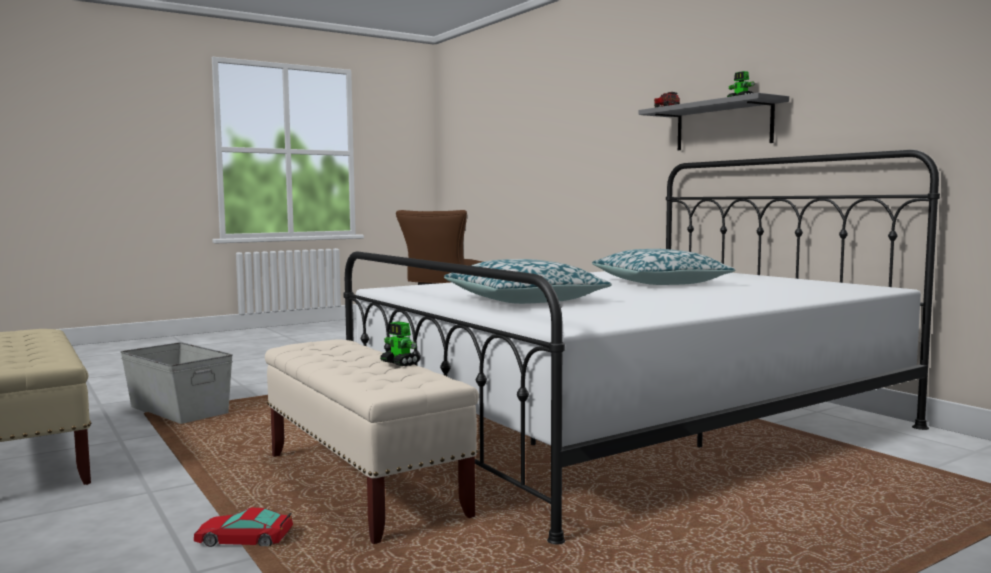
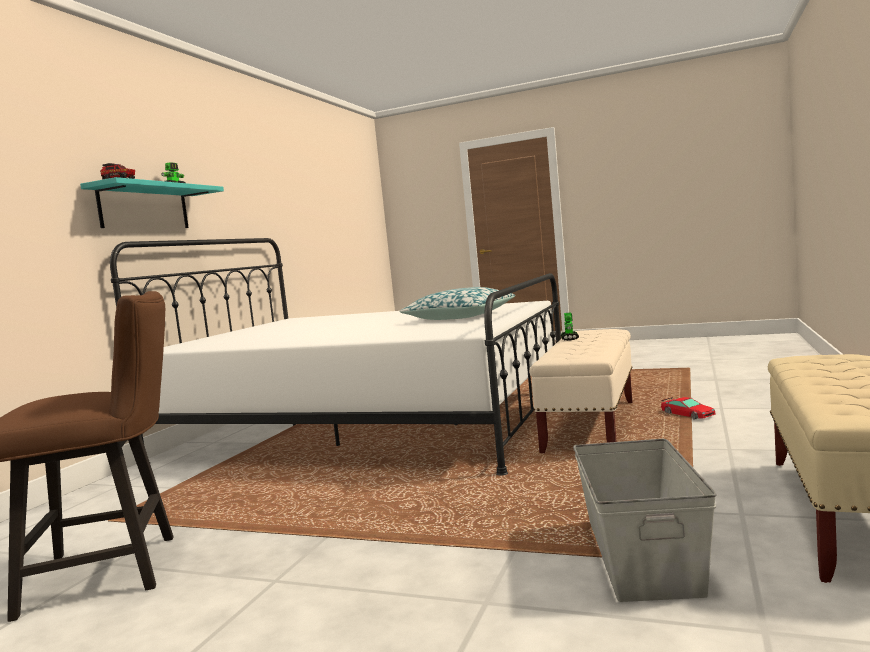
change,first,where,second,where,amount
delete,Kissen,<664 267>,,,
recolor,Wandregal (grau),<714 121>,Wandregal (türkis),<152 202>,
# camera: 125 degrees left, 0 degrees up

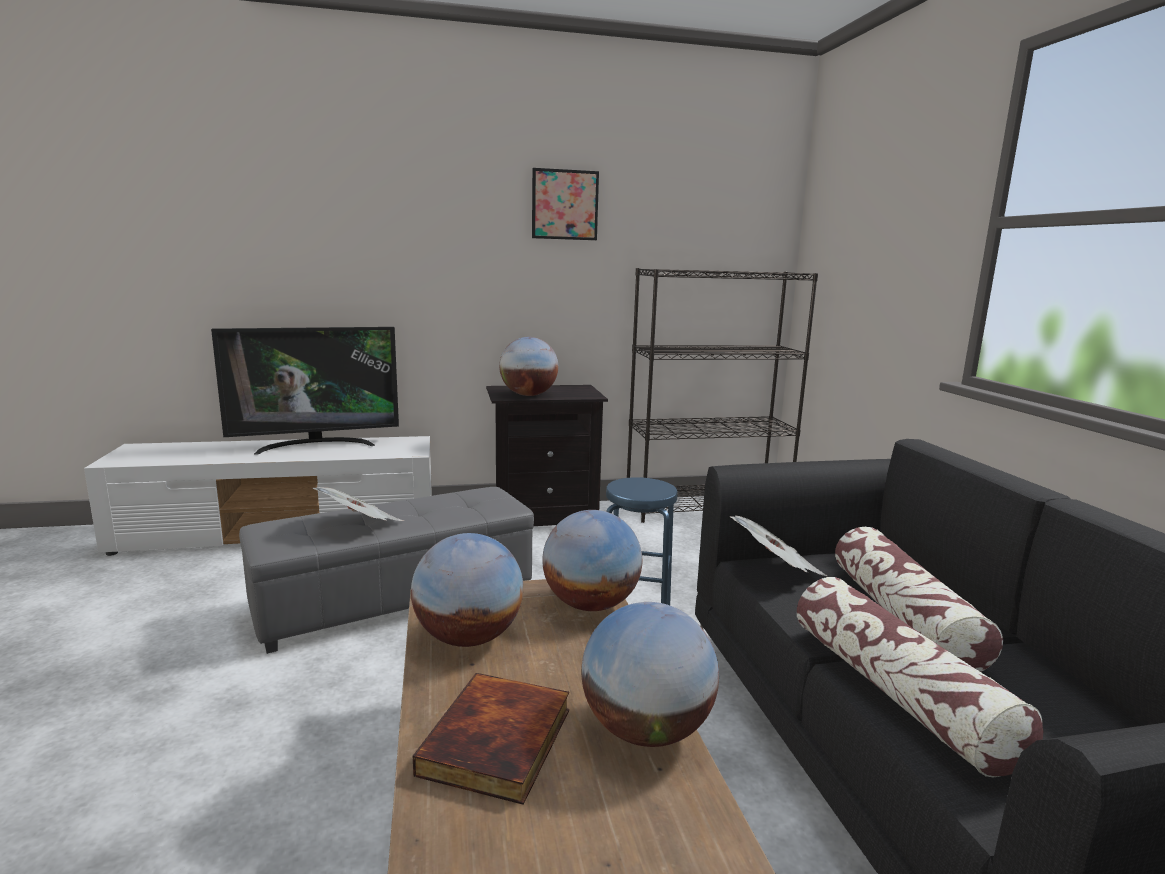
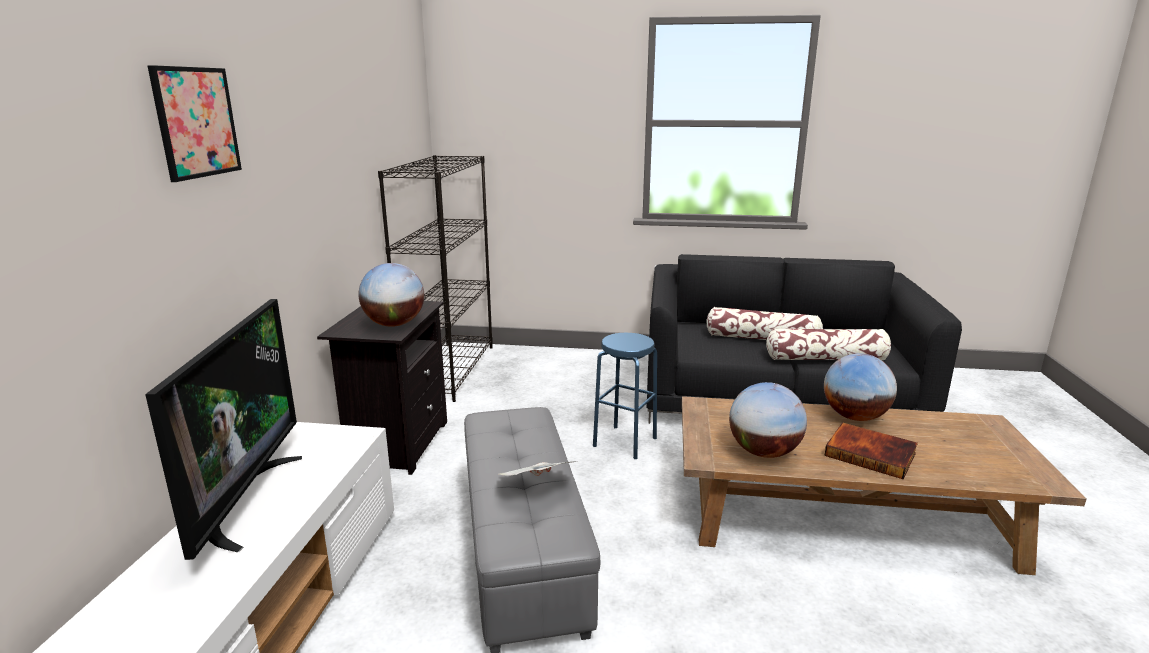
change,first,where,second,where,amount
move,Bild,<565 204>,,<194 123>,
delete,Globus,<592 560>,,,
delete,Zeitung,<779 545>,,,
# camera: 70 degrees left, 5 degrees up

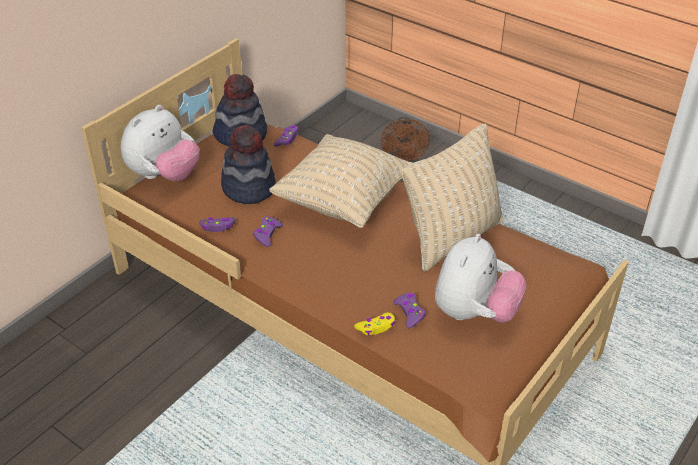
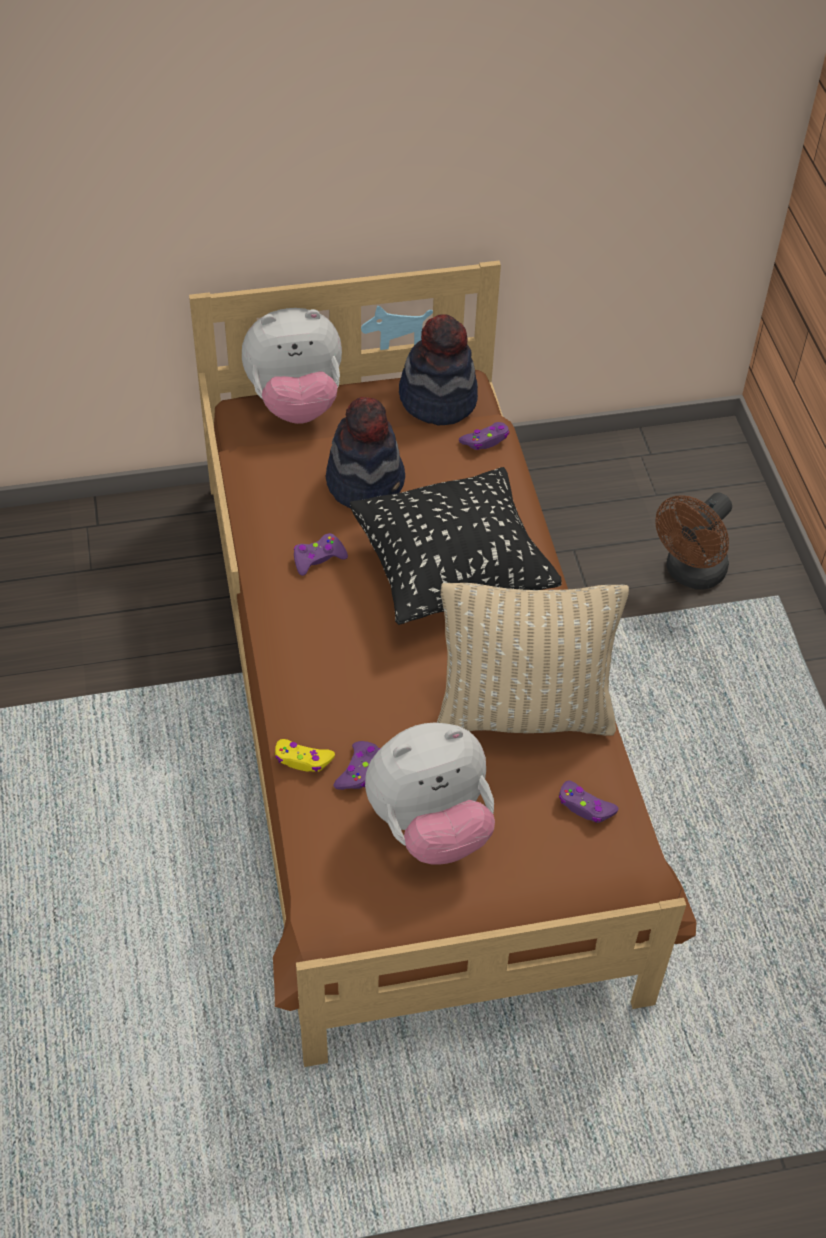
change,first,where,second,where,amount
move,Gamepad (lila),<217 224>,,<589 802>,
recolor,Kissen (beige),<341 181>,Kissen (schwarz),<456 546>,
# camera: 40 degrees right, 10 degrees up

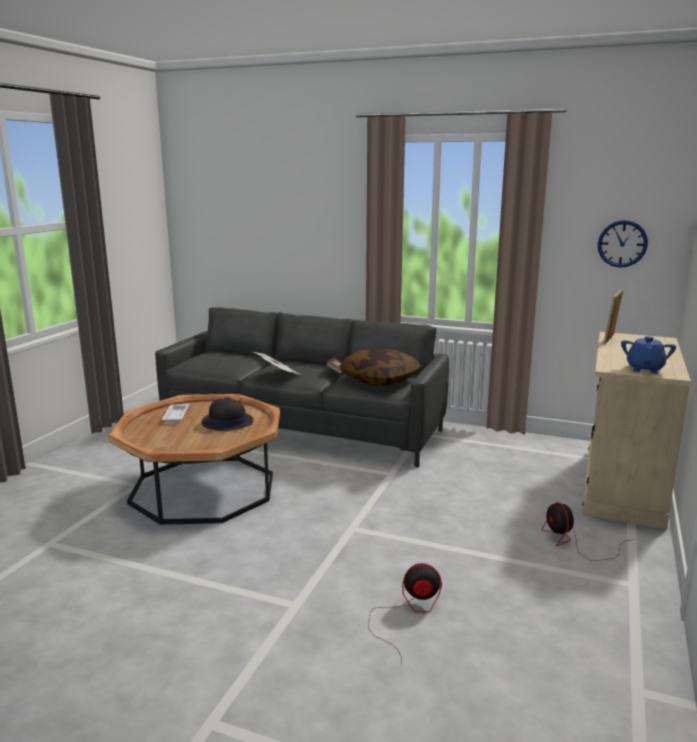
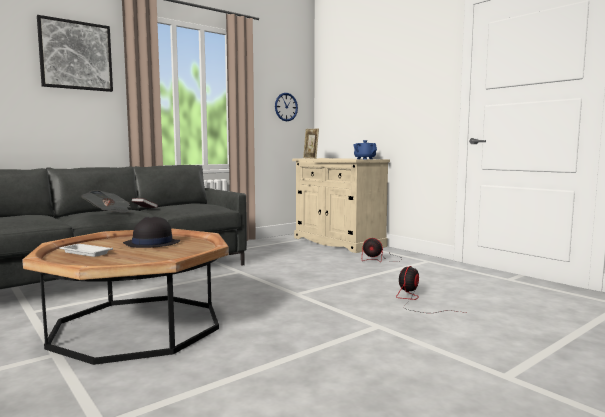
change,first,where,second,where,amount
delete,Kissen,<380 366>,,,
insert,,,Bild,<75 53>,
# camera: 60 degrees left, 10 degrees down

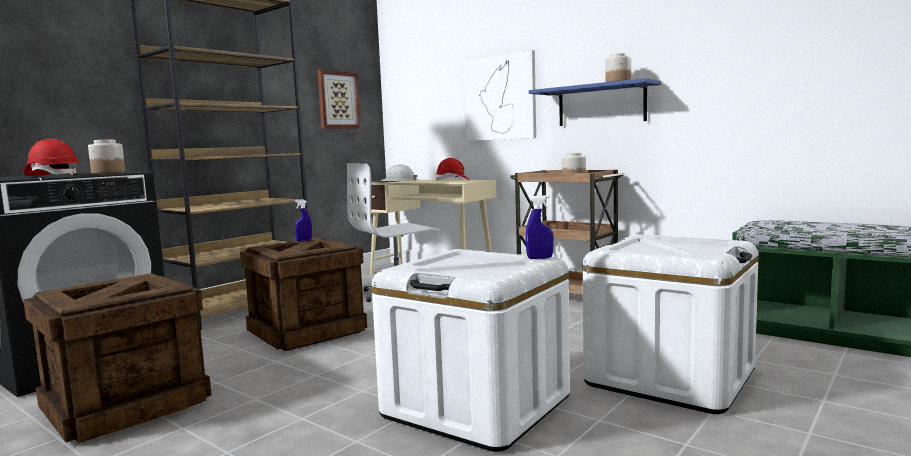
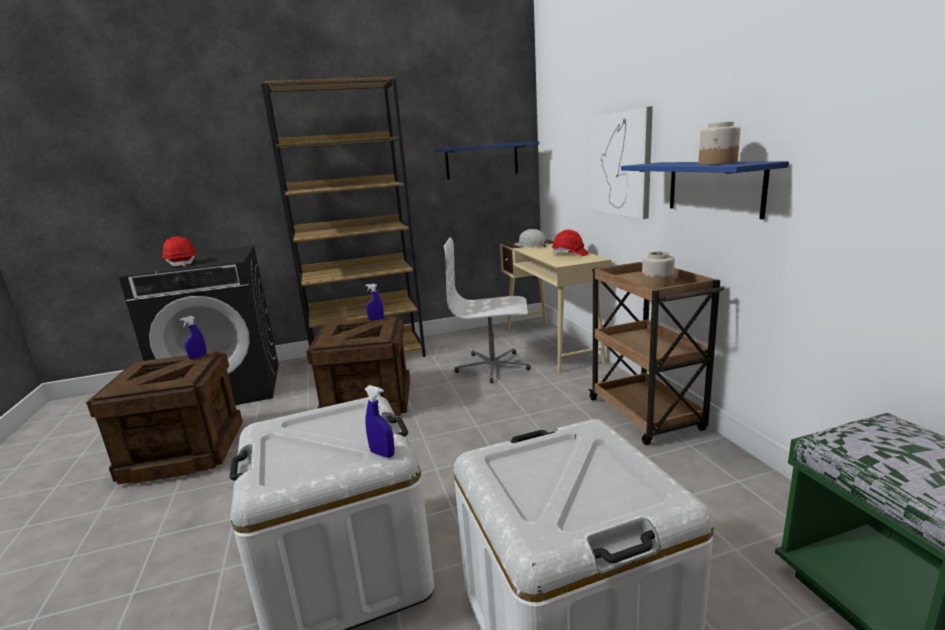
change,first,where,second,where,amount
delete,Vorratsglas,<106 156>,,,
replace,Bild,<338 99>,Wandregal (blau),<486 160>,
insert,,,Sprühflasche (blau),<193 337>,
# camera: 35 degrees right, 10 degrees up

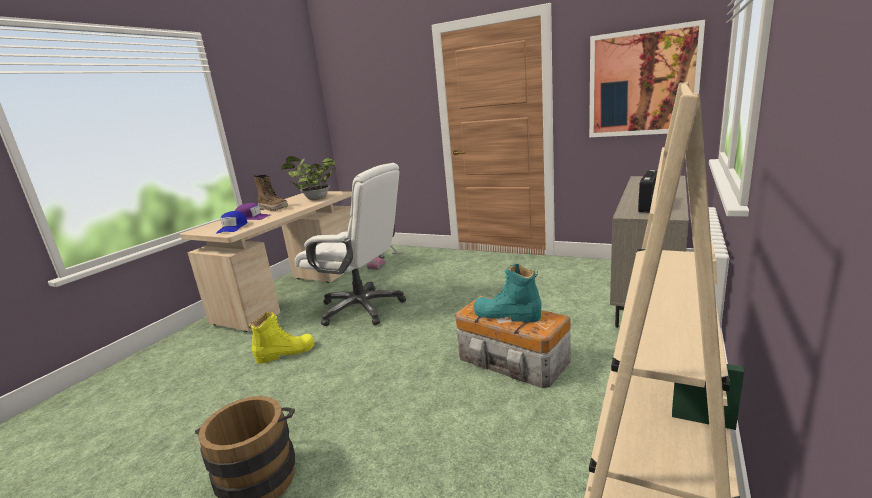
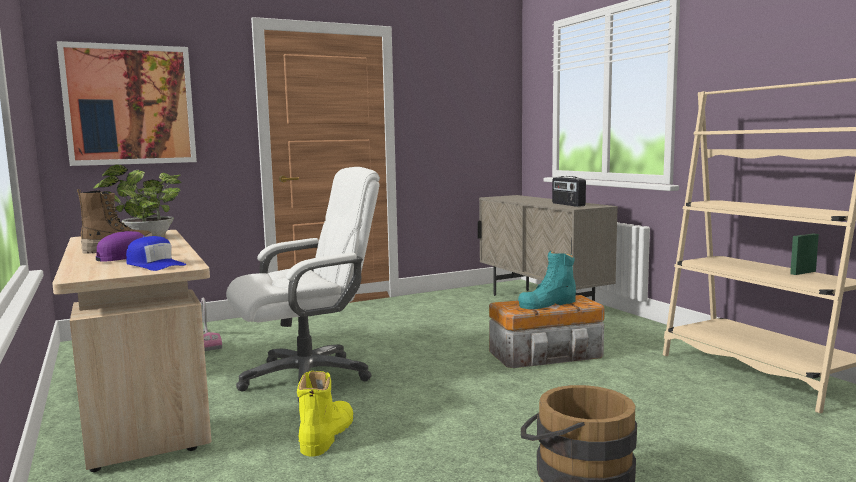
change,first,where,second,where,amount
move,Bild,<647 78>,,<127 103>,
# camera: 55 degrees left, 10 degrees down

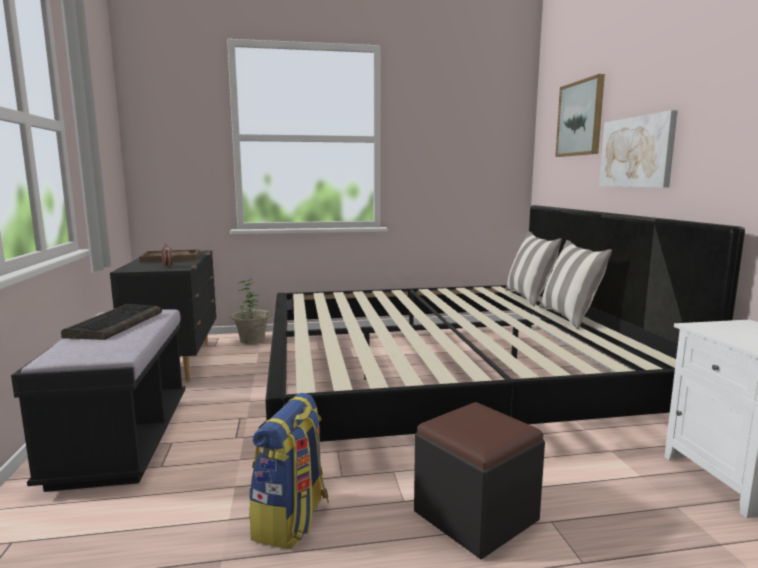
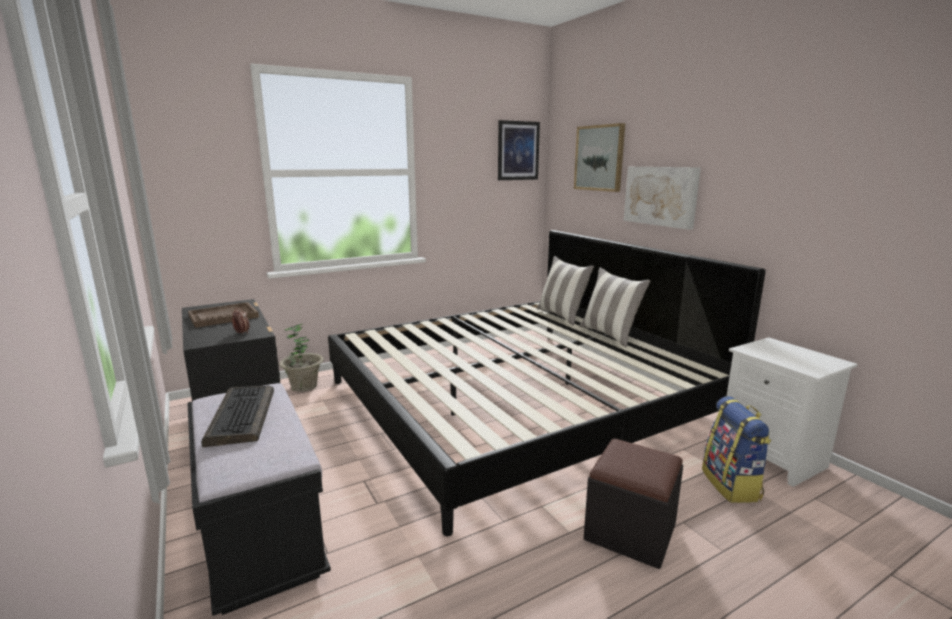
change,first,where,second,where,amount
move,Rucksack,<289 471>,,<736 449>,
insert,,,Bild,<519 150>,
# camera: 20 degrees left, 5 degrees up

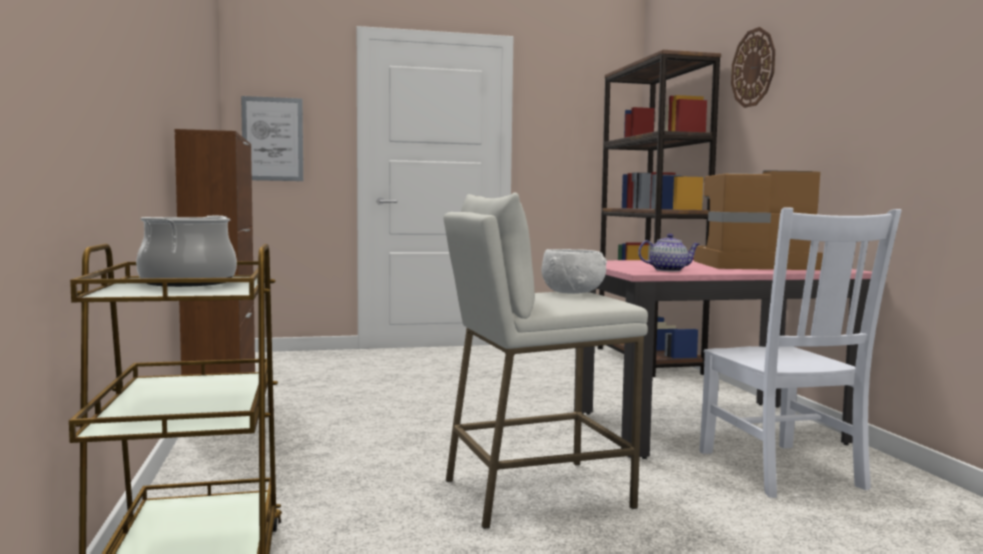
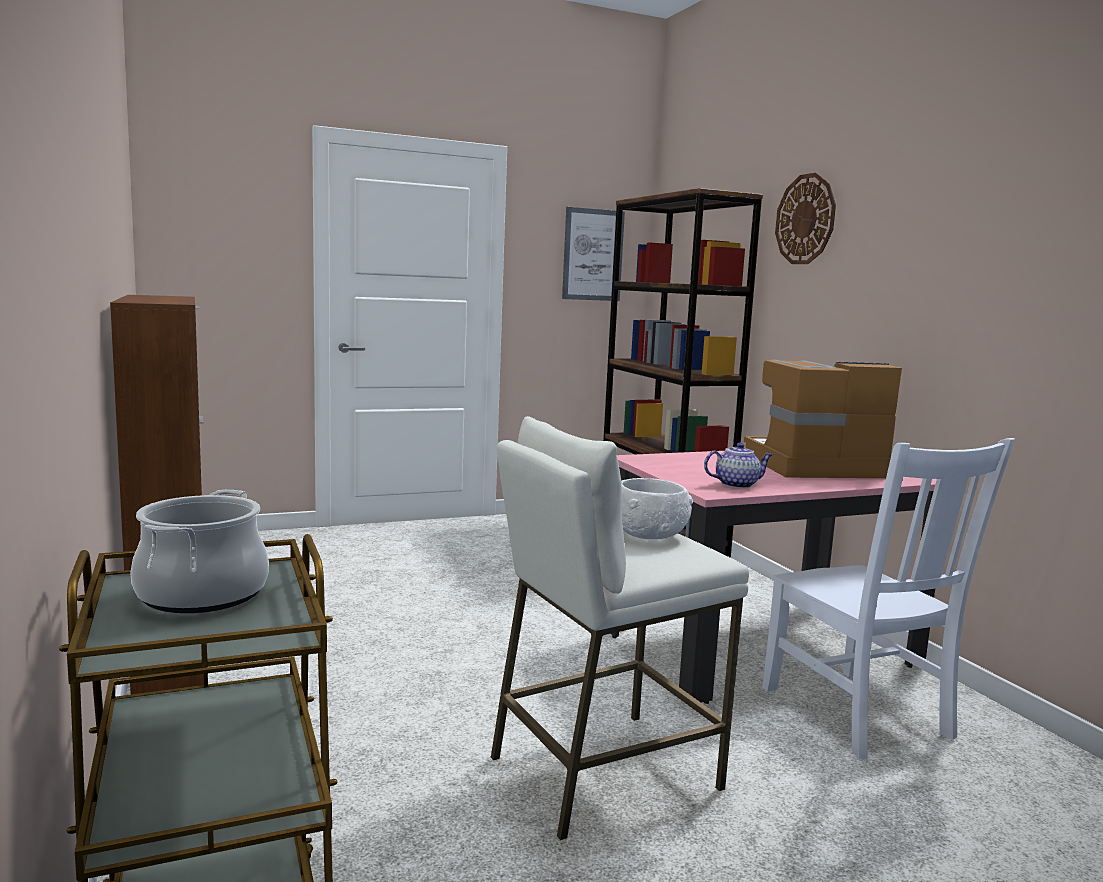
change,first,where,second,where,amount
move,Bild,<272 138>,,<593 254>,
# camera: 10 degrees left, 5 degrees up

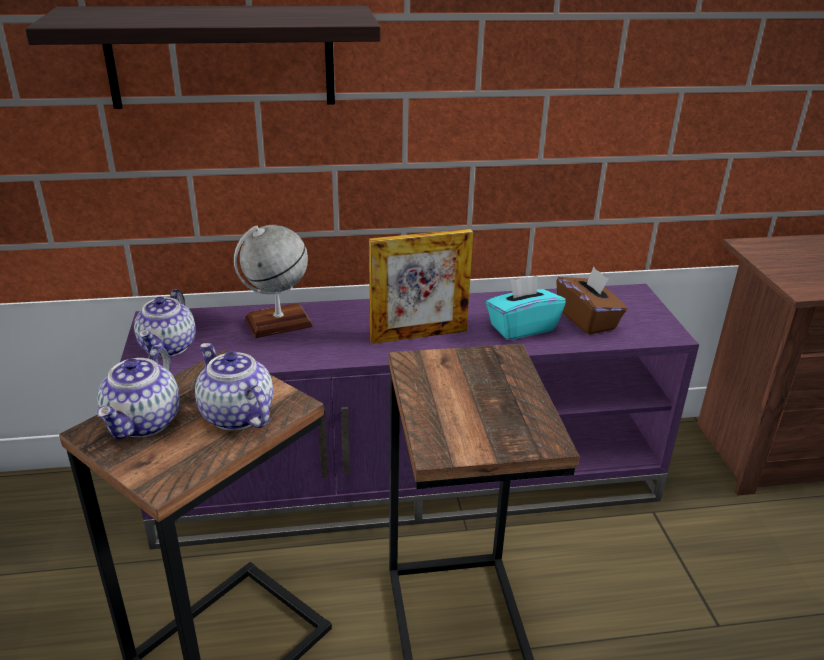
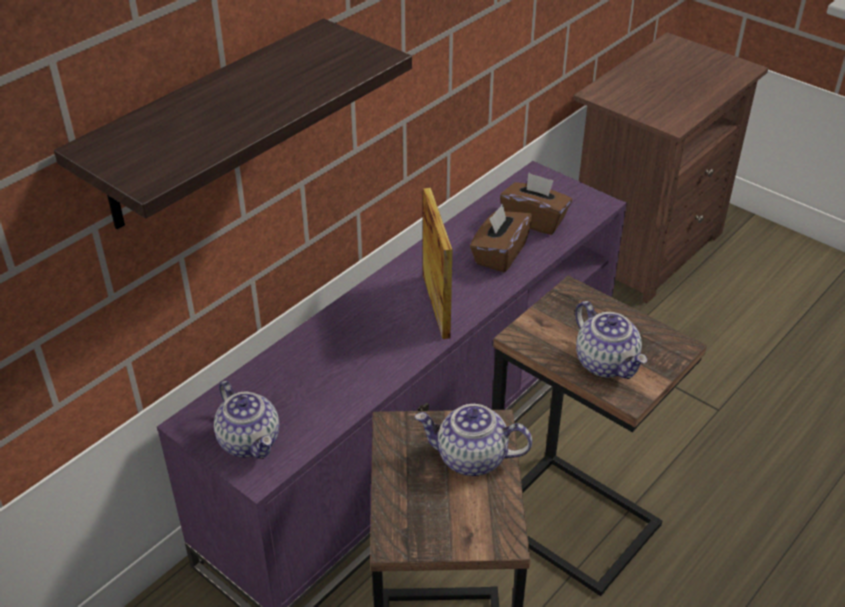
change,first,where,second,where,amount
move,Teekanne,<138 392>,,<611 340>,
delete,Globus,<273 281>,,,
rotate,Bilderrahmen,<421 286>,,<438 263>,45 degrees counterclockwise
recolor,Taschentuchbox (türkis),<526 307>,Taschentuchbox (braun),<501 237>,
# camera: 40 degrees left, 10 degrees up

